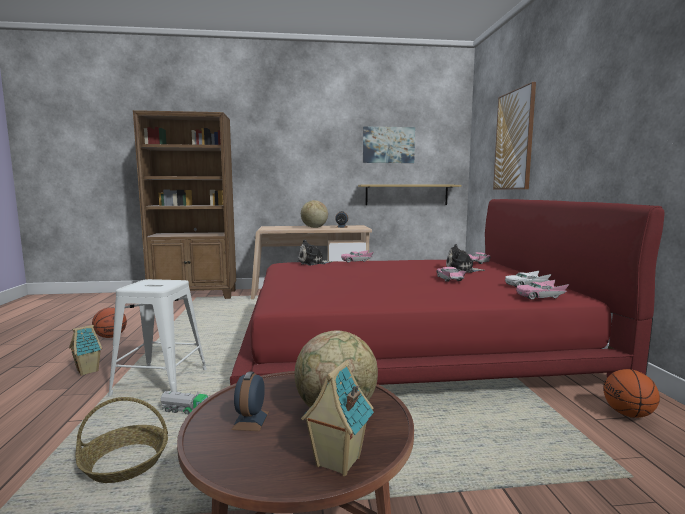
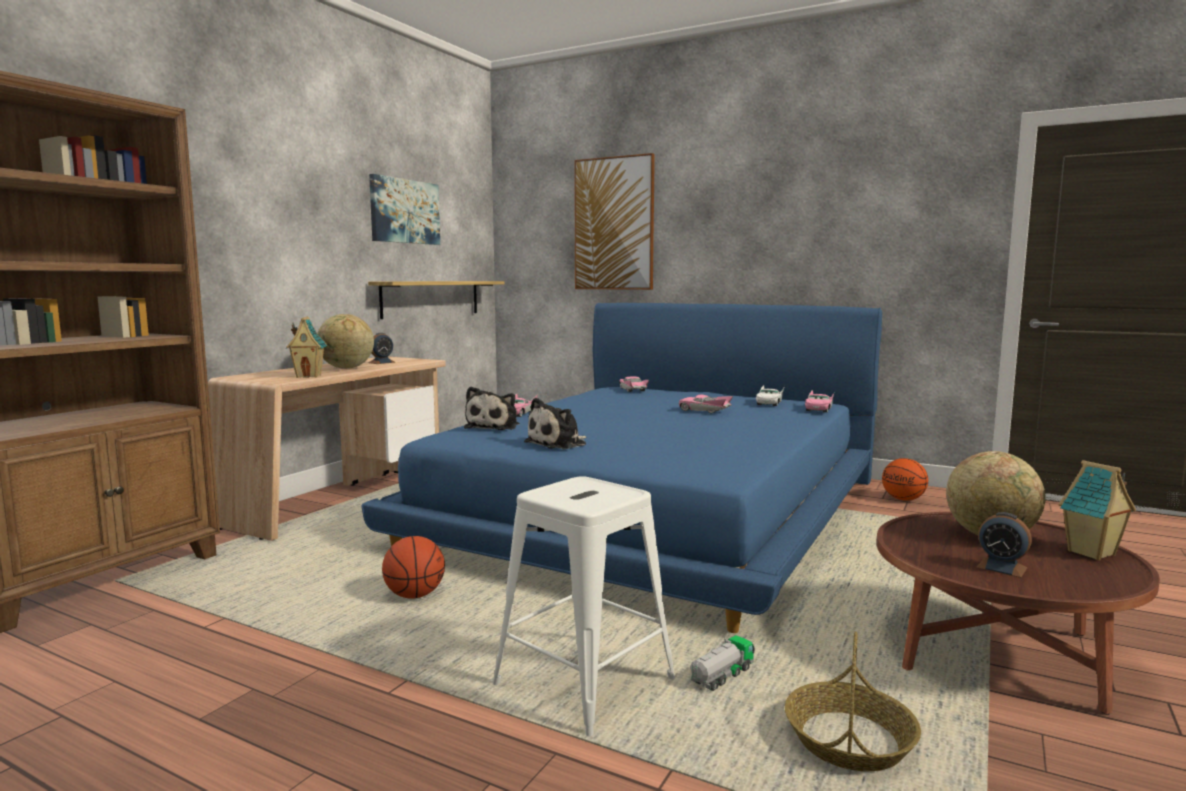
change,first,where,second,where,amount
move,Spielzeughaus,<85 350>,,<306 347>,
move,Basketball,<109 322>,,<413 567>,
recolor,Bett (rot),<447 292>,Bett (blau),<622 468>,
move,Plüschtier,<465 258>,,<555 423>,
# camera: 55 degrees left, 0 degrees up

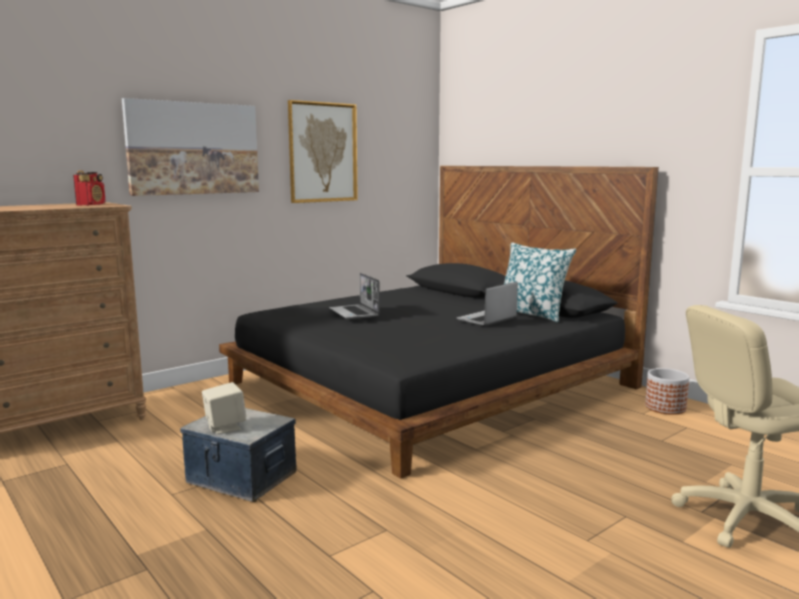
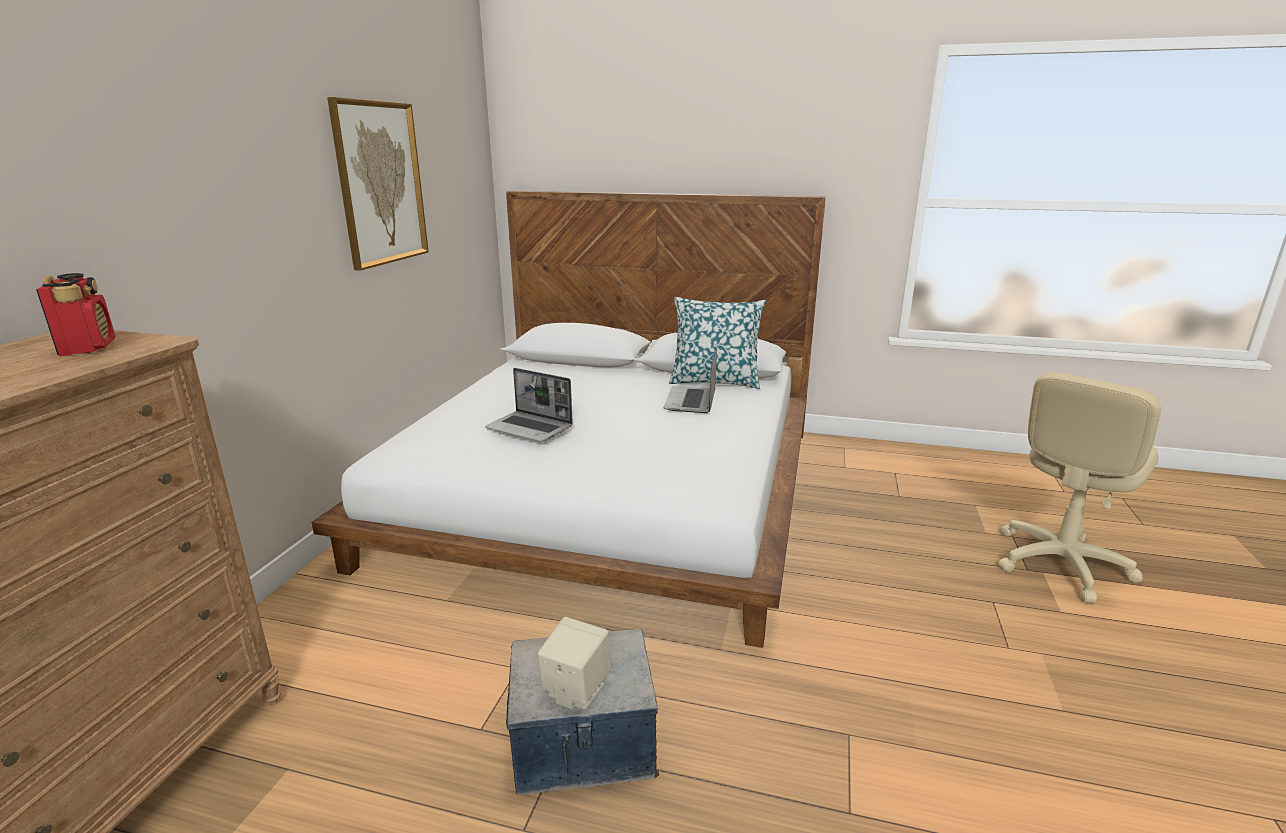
change,first,where,second,where,amount
delete,Bild,<190 147>,,,
recolor,Bett (schwarz),<439 322>,Bett (weiß),<569 419>,
delete,Pflanzkübel,<667 391>,,,
# camera: 35 degrees left, 10 degrees up

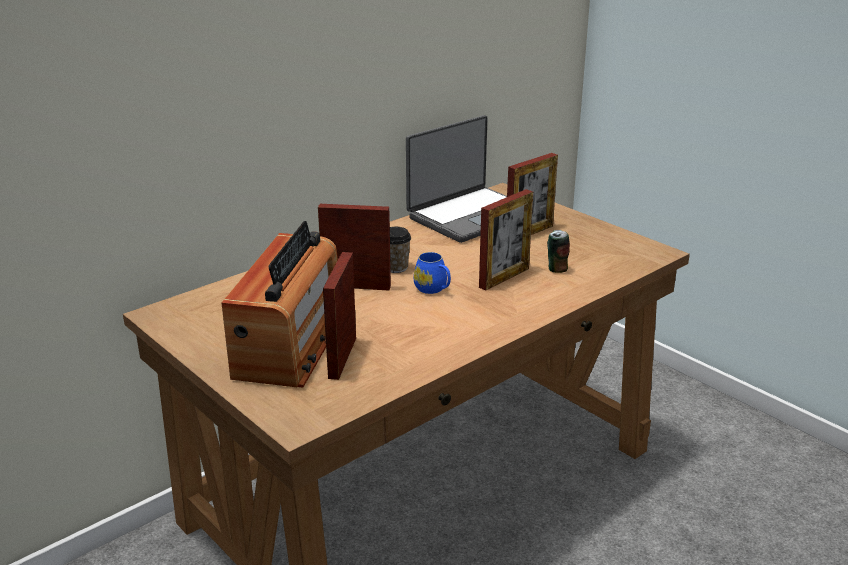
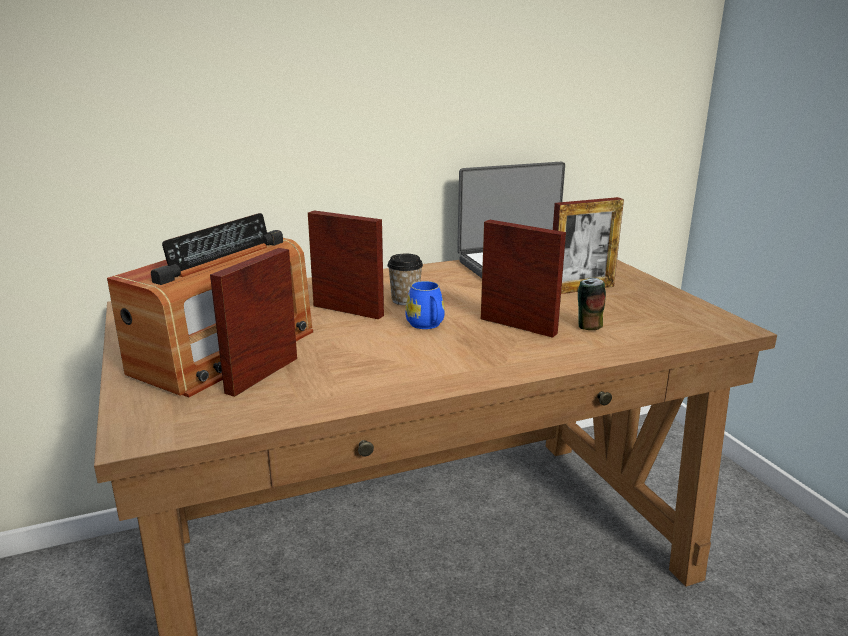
change,first,where,second,where,amount
rotate,Bilderrahmen,<506 240>,,<523 279>,120 degrees counterclockwise
# camera: 20 degrees right, 5 degrees down

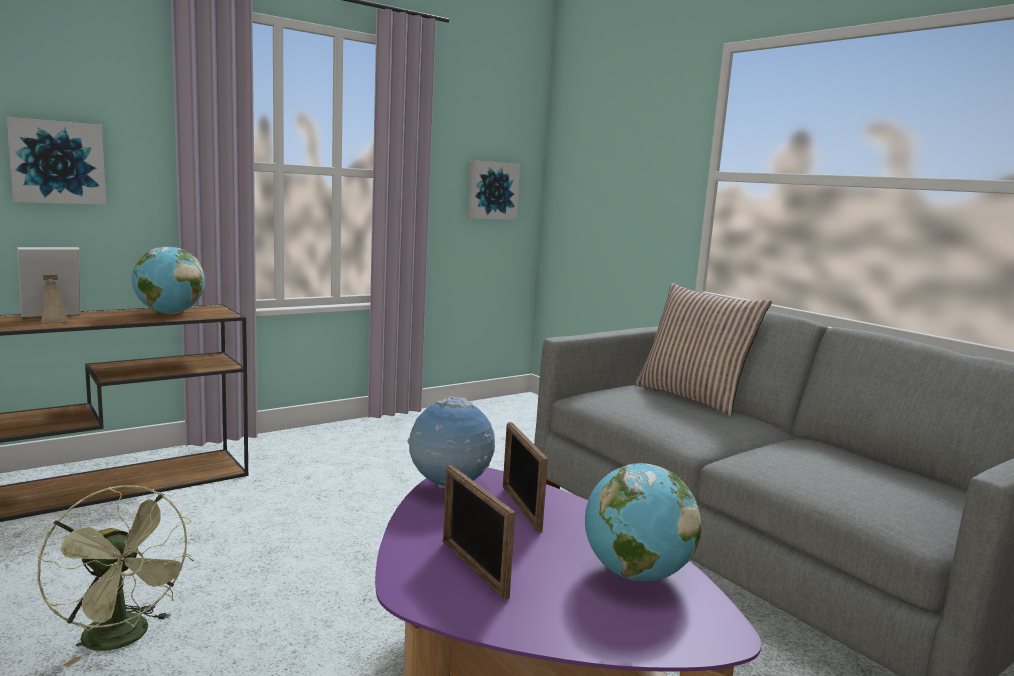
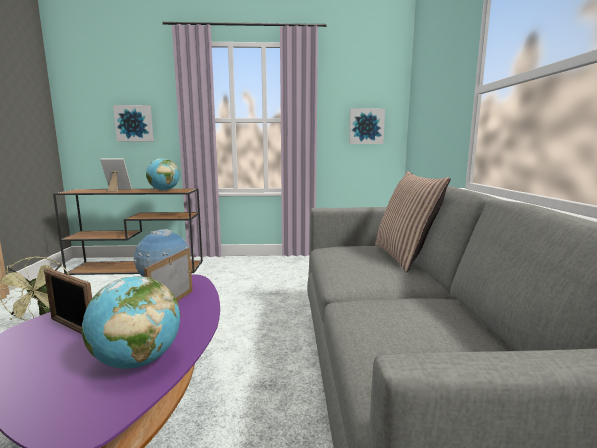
change,first,where,second,where,amount
rotate,Bilderrahmen,<479 532>,,<68 301>,60 degrees counterclockwise
# camera: 35 degrees right, 0 degrees up

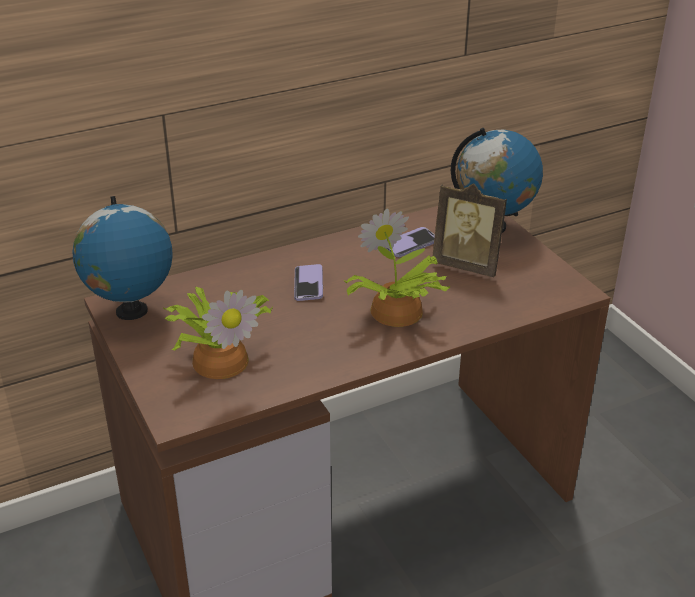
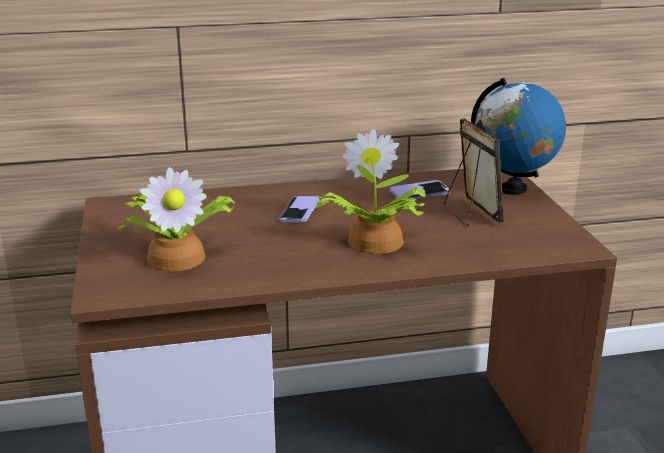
change,first,where,second,where,amount
delete,Globus,<122 258>,,,
rotate,Bilderrahmen,<470 230>,,<474 172>,150 degrees counterclockwise
# camera: 15 degrees right, 10 degrees down

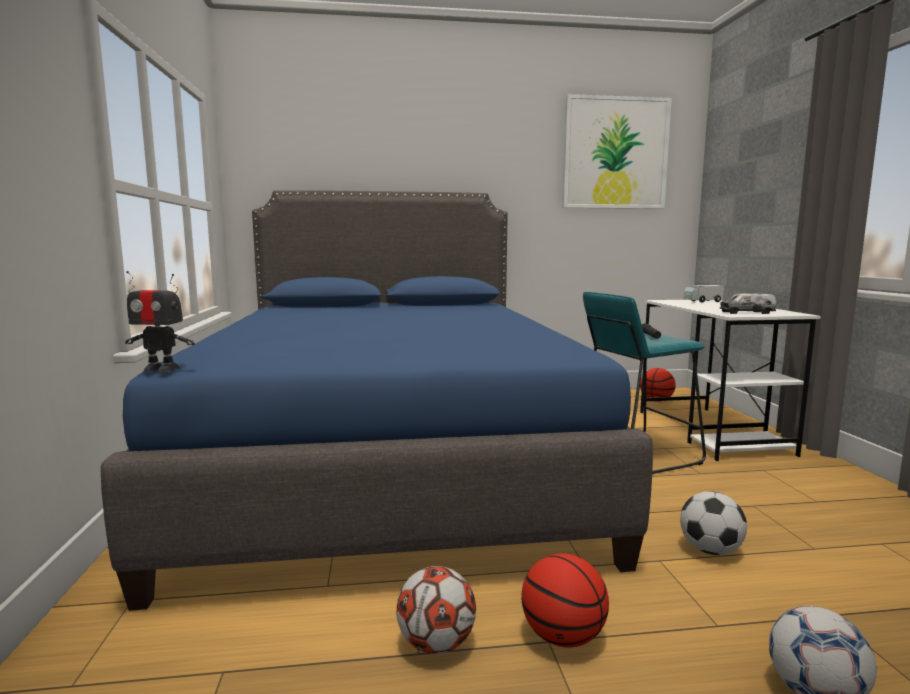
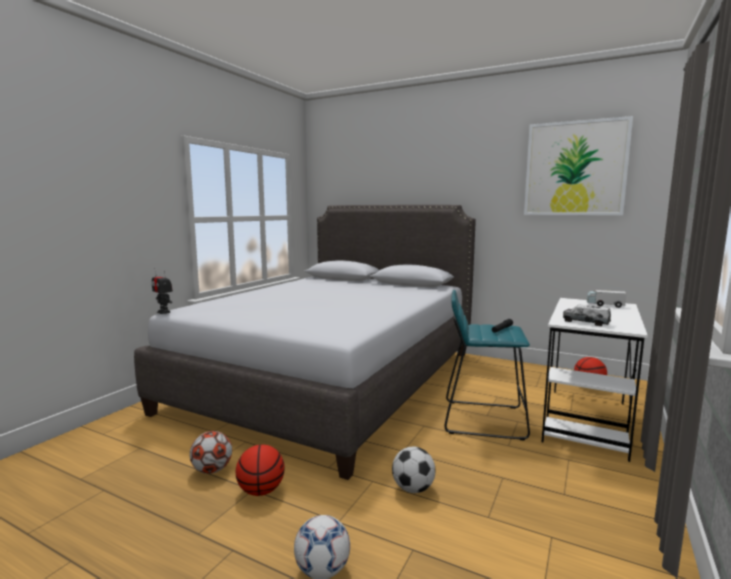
change,first,where,second,where,amount
recolor,Bett (blau),<377 400>,Bett (grau),<305 342>,
# camera: 35 degrees right, 0 degrees up

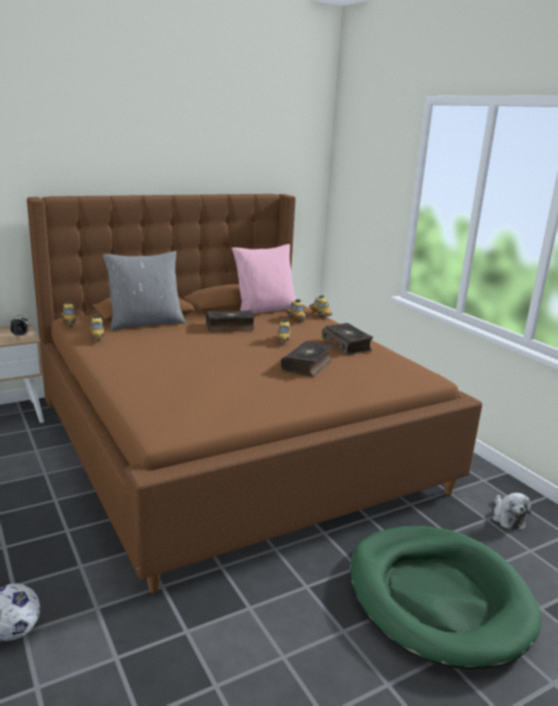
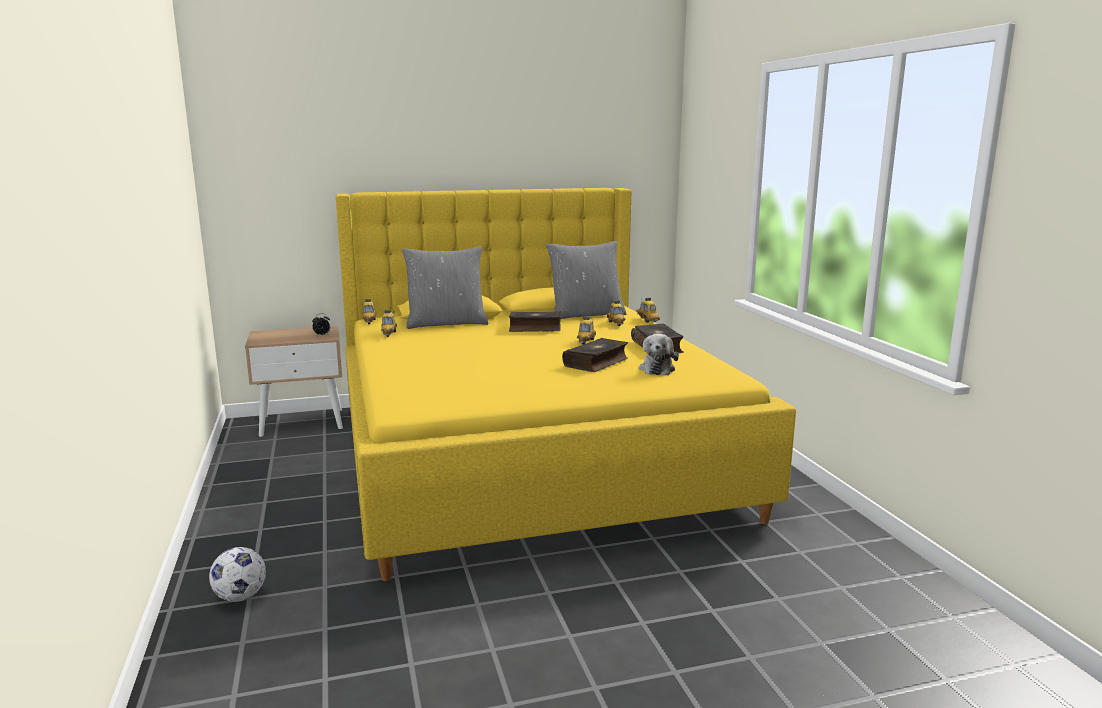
change,first,where,second,where,amount
recolor,Bett (braun),<254 393>,Bett (gelb),<566 384>,
recolor,Kissen (rosa),<264 279>,Kissen (grau),<586 280>,
delete,Hundebett (grün),<446 597>,,,
move,Plüschtier,<512 511>,,<659 354>,
# camera: 15 degrees right, 5 degrees down

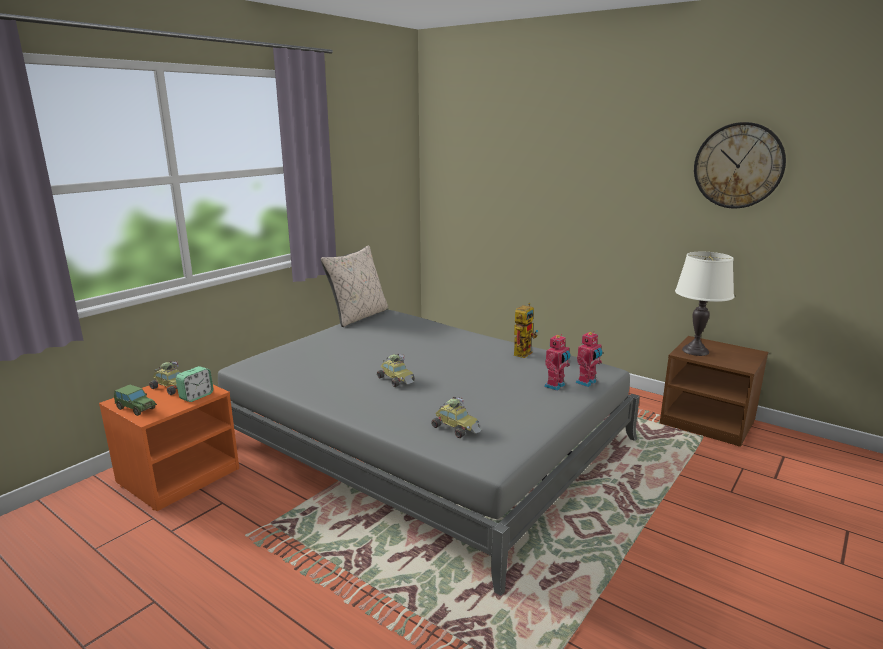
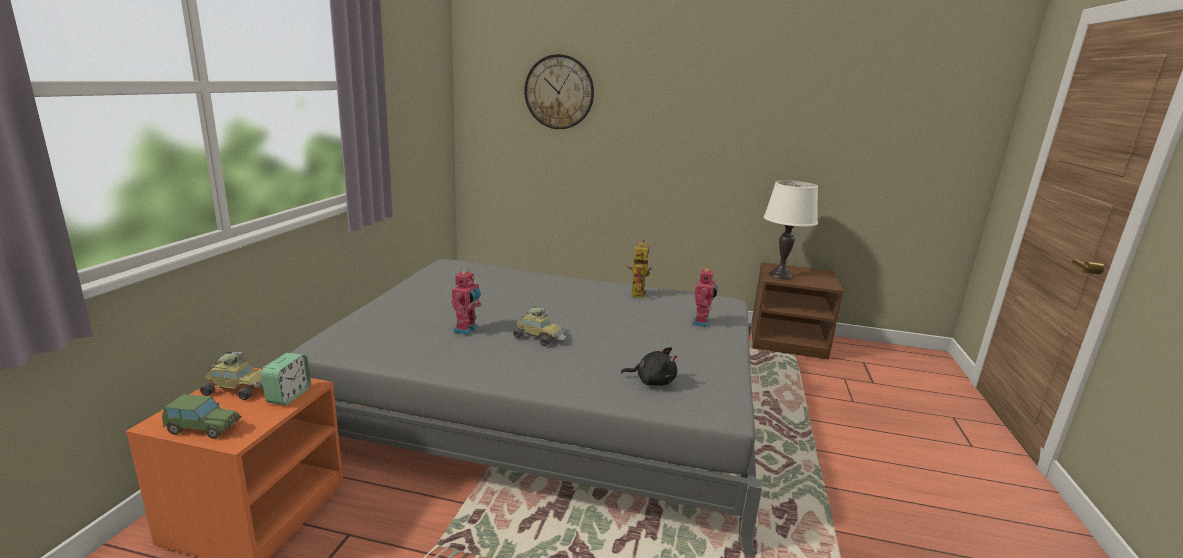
change,first,where,second,where,amount
delete,Kissen (beige),<354 286>,,,
replace,Spielzeugauto,<456 417>,Plüschtier (schwarz),<649 366>,
move,Spielzeugroboter,<589 359>,,<466 302>,
move,Wanduhr,<740 165>,,<559 91>,
# camera: 25 degrees left, 0 degrees up

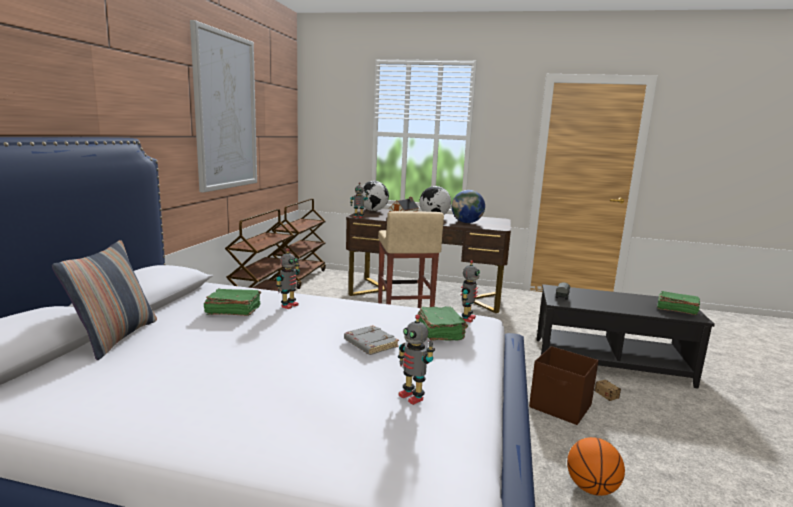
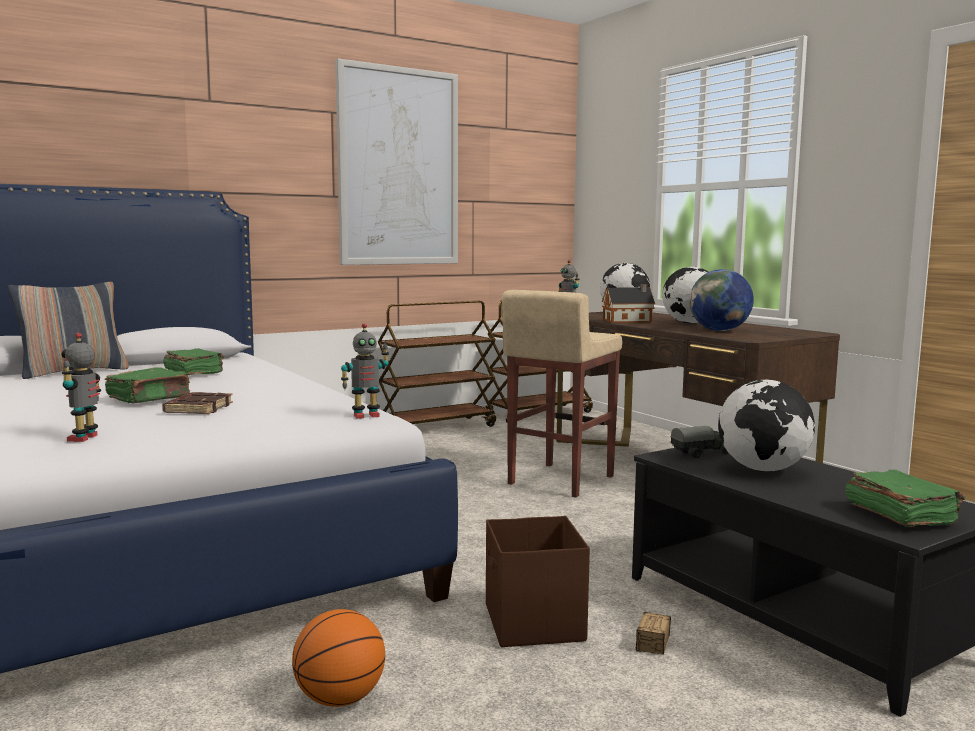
change,first,where,second,where,amount
delete,Spielzeugroboter,<288 278>,,,
recolor,Buch (grau),<371 340>,Buch (braun),<197 403>,
move,Buch (grün),<443 323>,,<147 385>,
insert,,,Globus,<766 426>,
# camera: 45 degrees right, 5 degrees down

